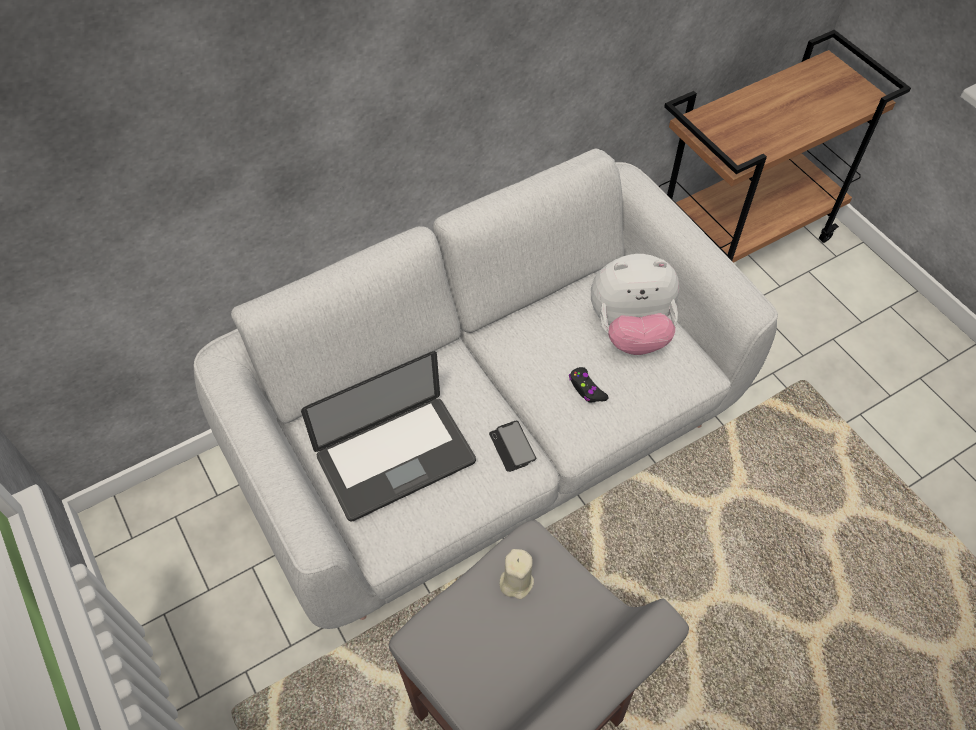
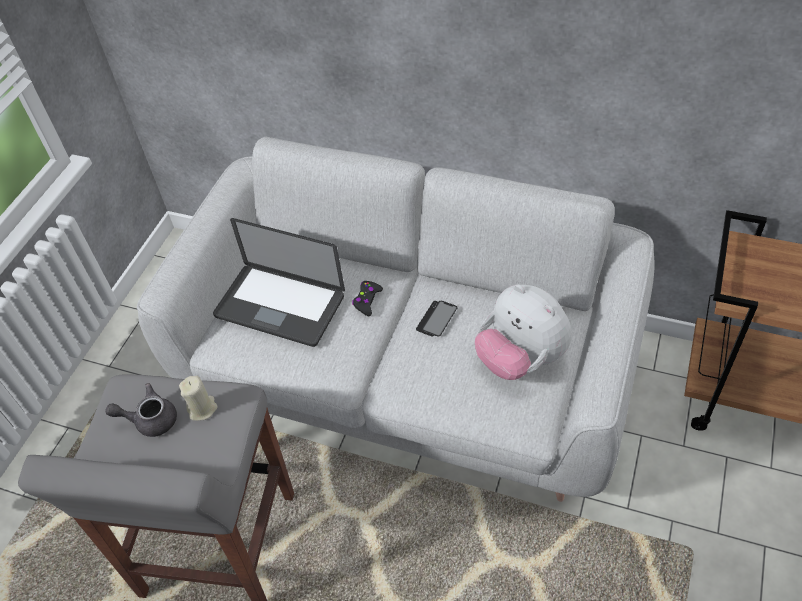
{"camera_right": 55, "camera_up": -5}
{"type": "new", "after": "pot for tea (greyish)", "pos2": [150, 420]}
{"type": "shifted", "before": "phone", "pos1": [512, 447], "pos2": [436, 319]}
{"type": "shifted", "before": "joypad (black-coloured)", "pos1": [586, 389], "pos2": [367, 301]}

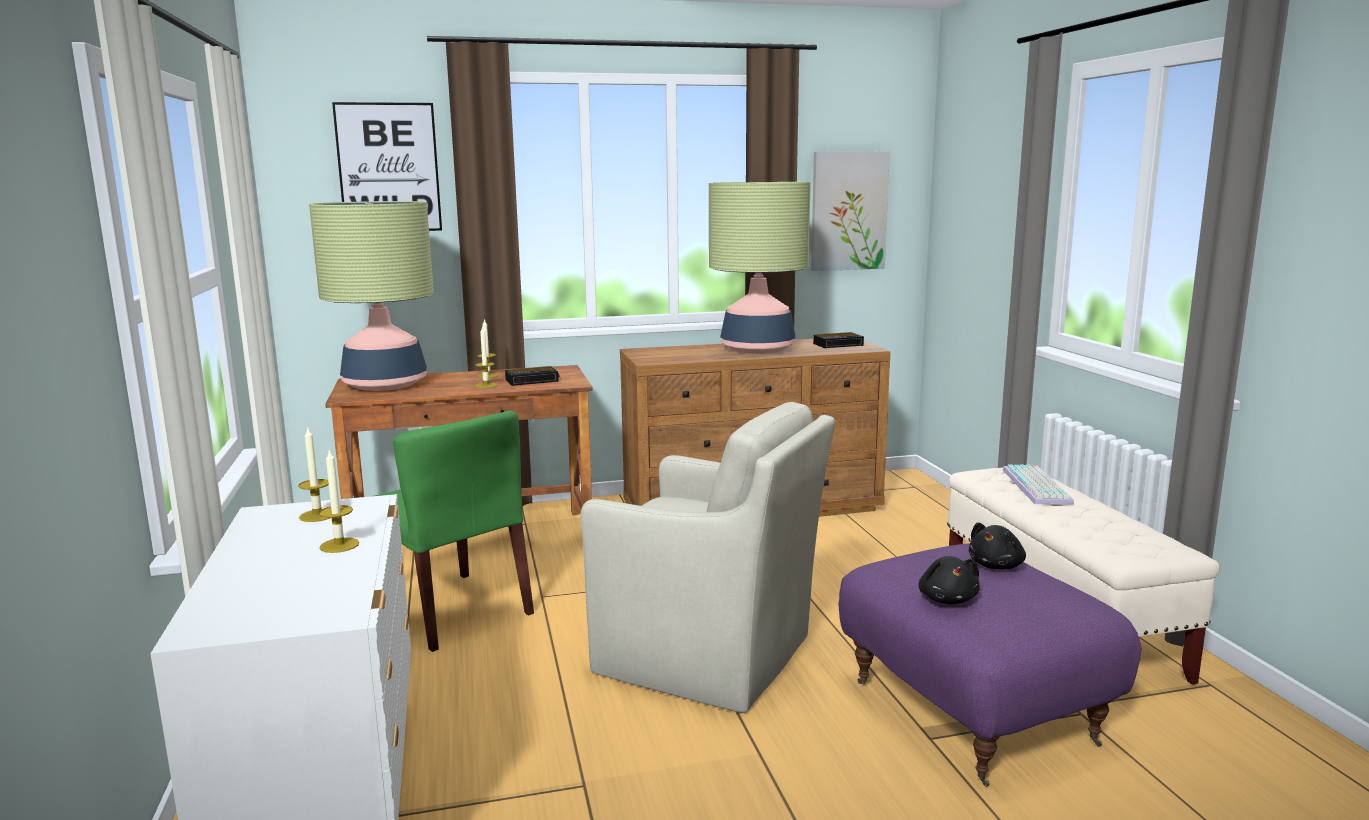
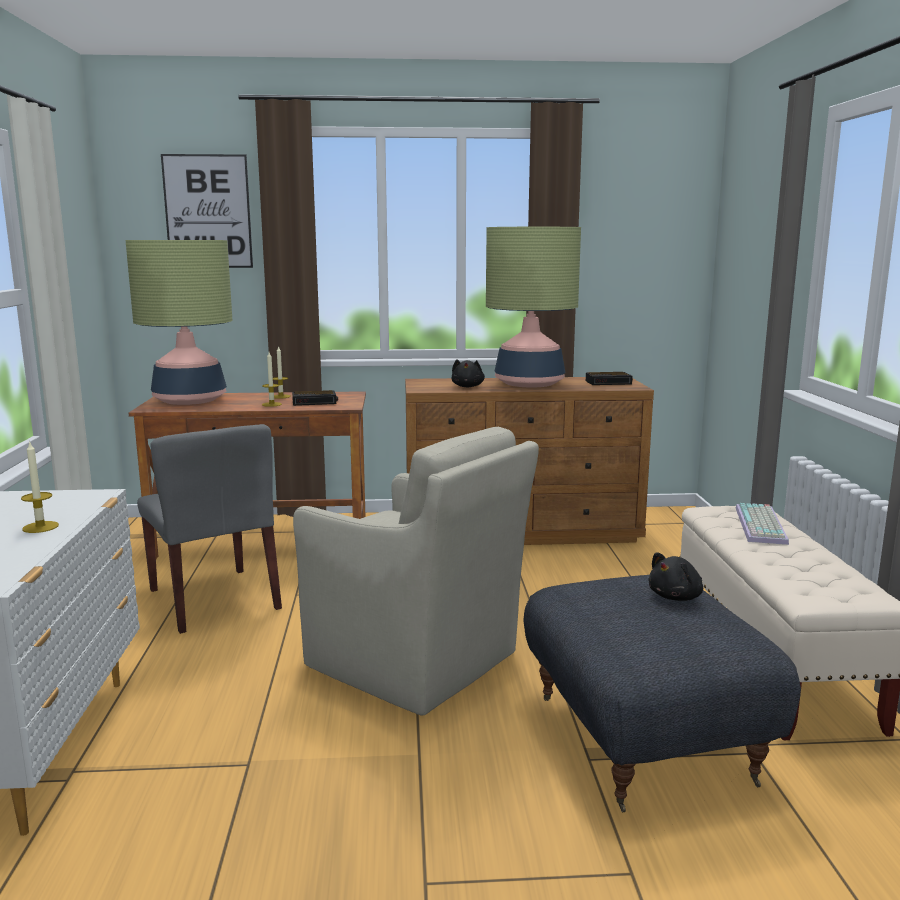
{"camera_right": 10, "camera_up": 0}
{"type": "gone", "before": "candle", "pos1": [317, 515]}
{"type": "gone", "before": "wall picture", "pos1": [848, 211]}
{"type": "shifted", "before": "soft toy (black-coloured)", "pos1": [947, 599], "pos2": [468, 386]}
{"type": "repainted", "before": "chair (green)", "after": "chair (greyish)", "pos1": [452, 610], "pos2": [214, 599]}
{"type": "repainted", "before": "ottoman (purple)", "after": "ottoman (greyish)", "pos1": [975, 711], "pos2": [646, 738]}

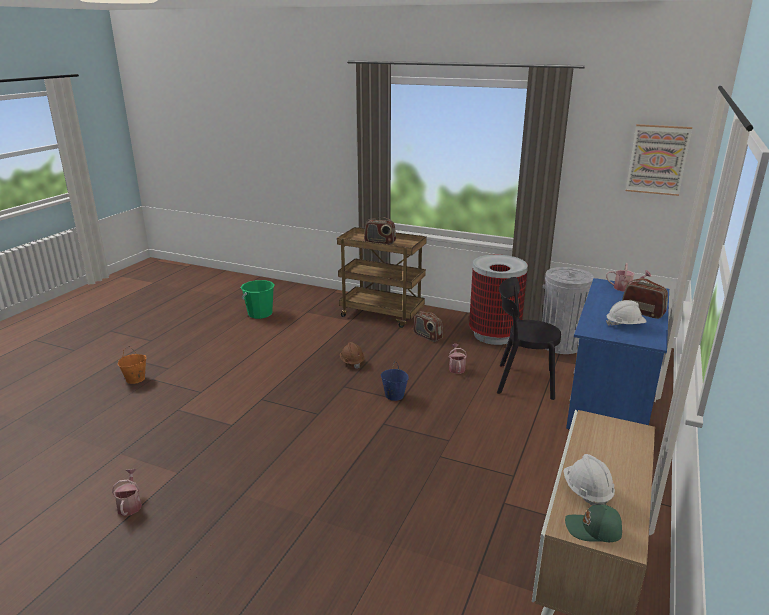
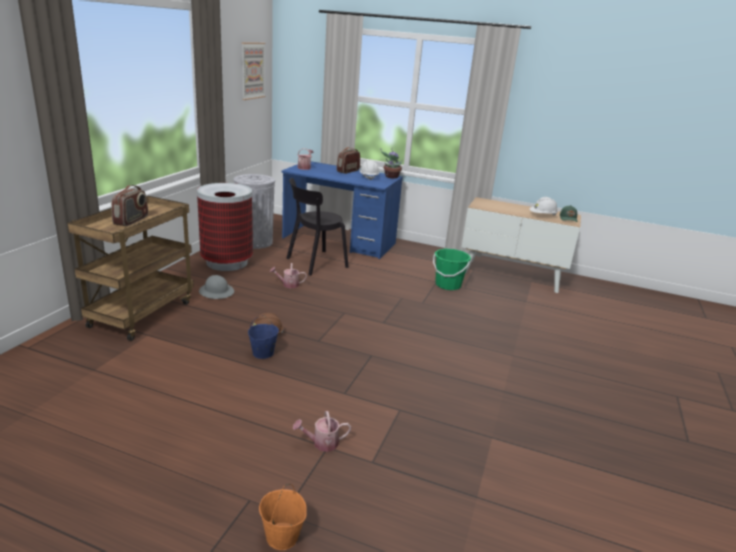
{"camera_right": -95, "camera_up": 0}
{"type": "new", "after": "potted plant", "pos2": [391, 177]}
{"type": "shifted", "before": "watering pot", "pos1": [130, 504], "pos2": [321, 443]}
{"type": "shifted", "before": "bucket (green)", "pos1": [260, 314], "pos2": [448, 285]}
{"type": "shifted", "before": "bucket (blue-coloured)", "pos1": [394, 395], "pos2": [263, 353]}
{"type": "swapped", "before": "radio", "after": "work helmet (greyish)", "pos1": [427, 336], "pos2": [216, 292]}
{"type": "rotated", "before": "chair (black-coloured)", "pos1": [521, 381], "pos2": [314, 263], "turn": 45}

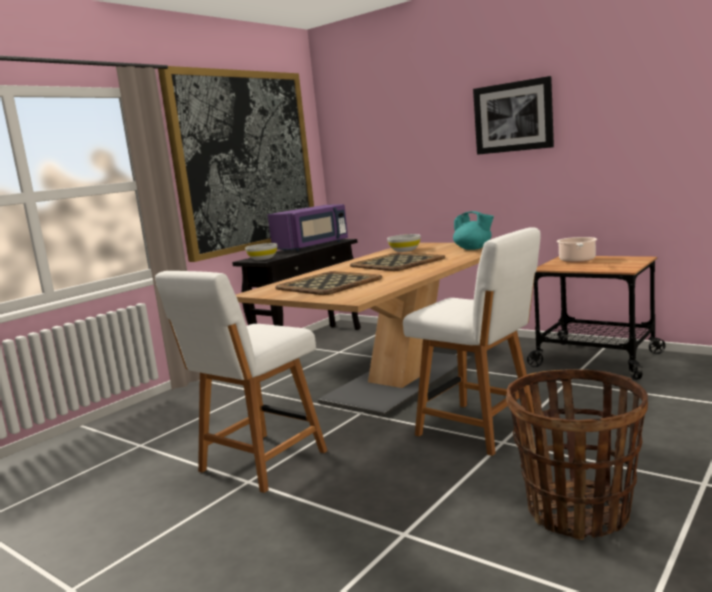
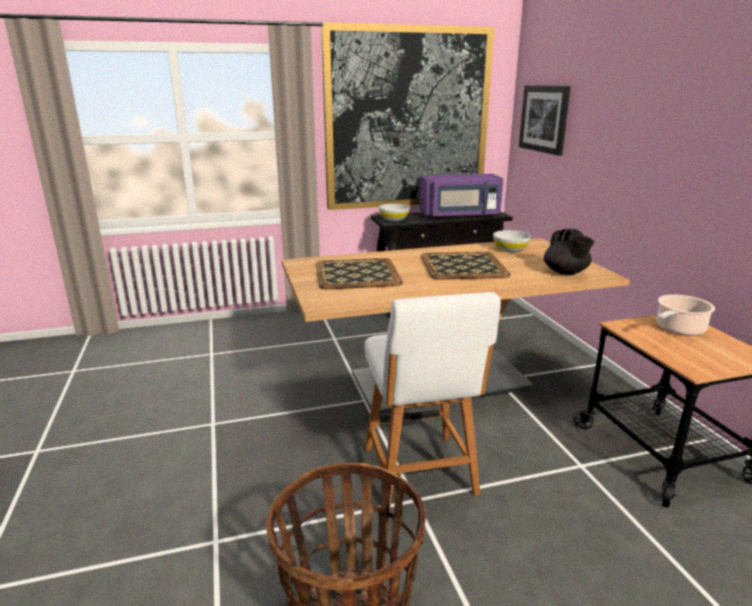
{"camera_right": 35, "camera_up": 10}
{"type": "gone", "before": "chair (white-coloured)", "pos1": [260, 463]}
{"type": "shifted", "before": "wall picture", "pos1": [513, 117], "pos2": [544, 119]}
{"type": "repainted", "before": "pot for tea (blue-green)", "after": "pot for tea (black-coloured)", "pos1": [473, 249], "pos2": [566, 273]}

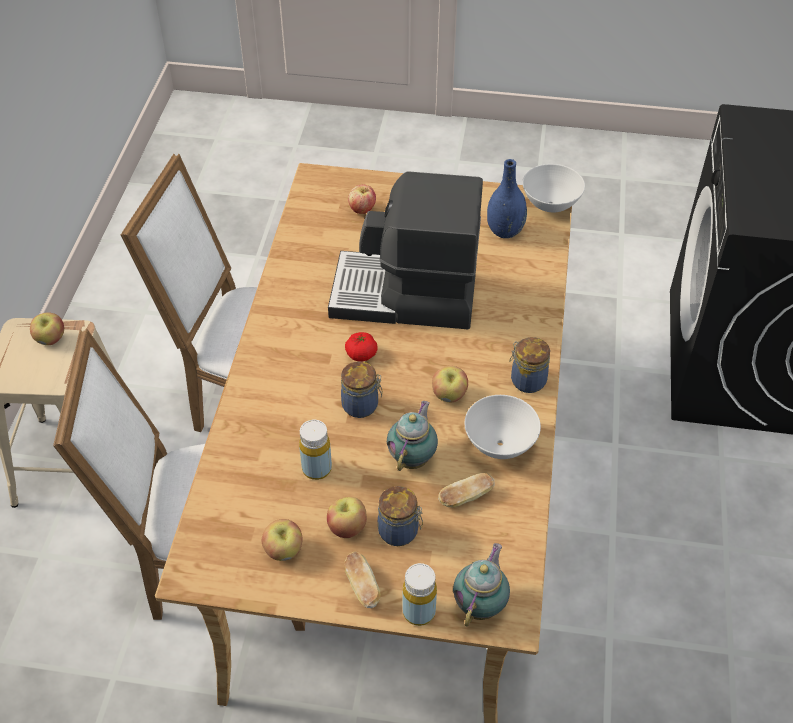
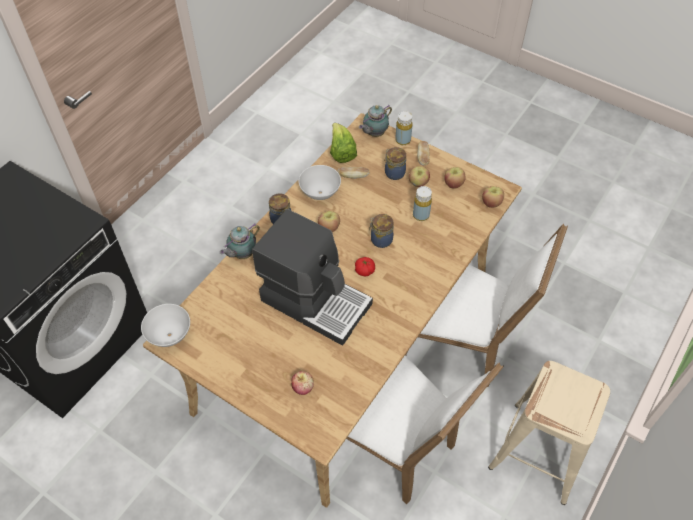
{"camera_right": -155, "camera_up": 5}
{"type": "gone", "before": "flower vase (blue-coloured)", "pos1": [505, 231]}
{"type": "new", "after": "lettuce head", "pos2": [341, 152]}
{"type": "shifted", "before": "apple", "pos1": [51, 339], "pos2": [491, 203]}
{"type": "shifted", "before": "pot for tea", "pos1": [413, 457], "pos2": [242, 254]}

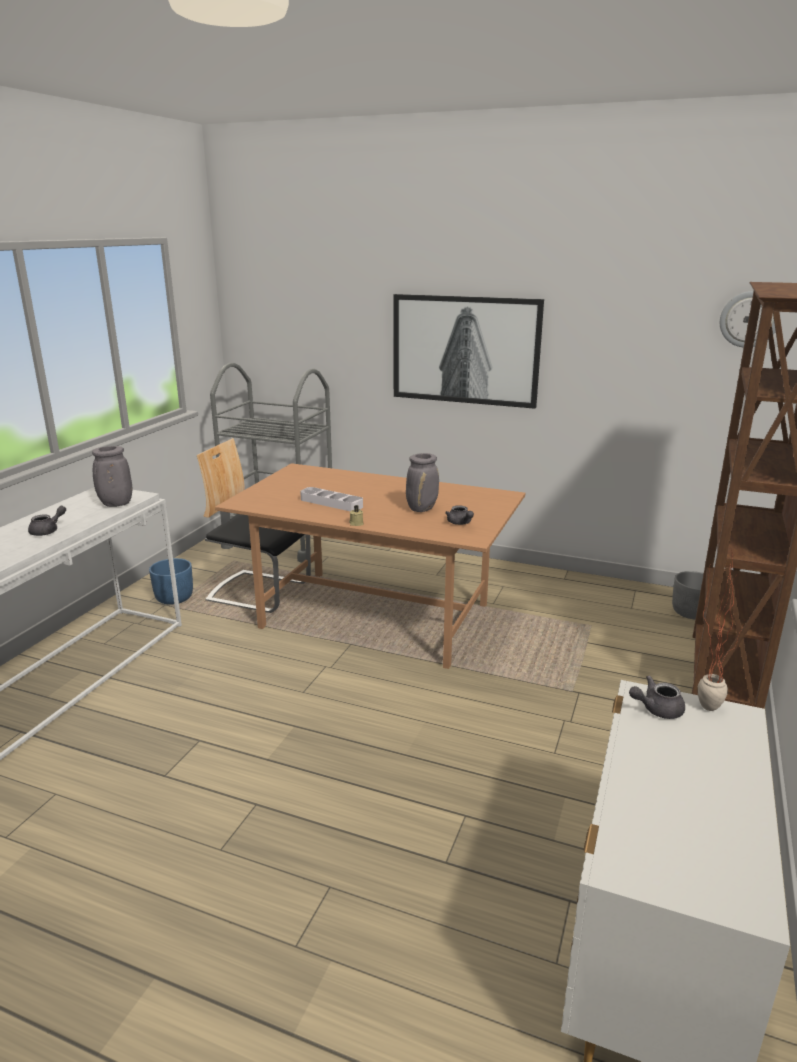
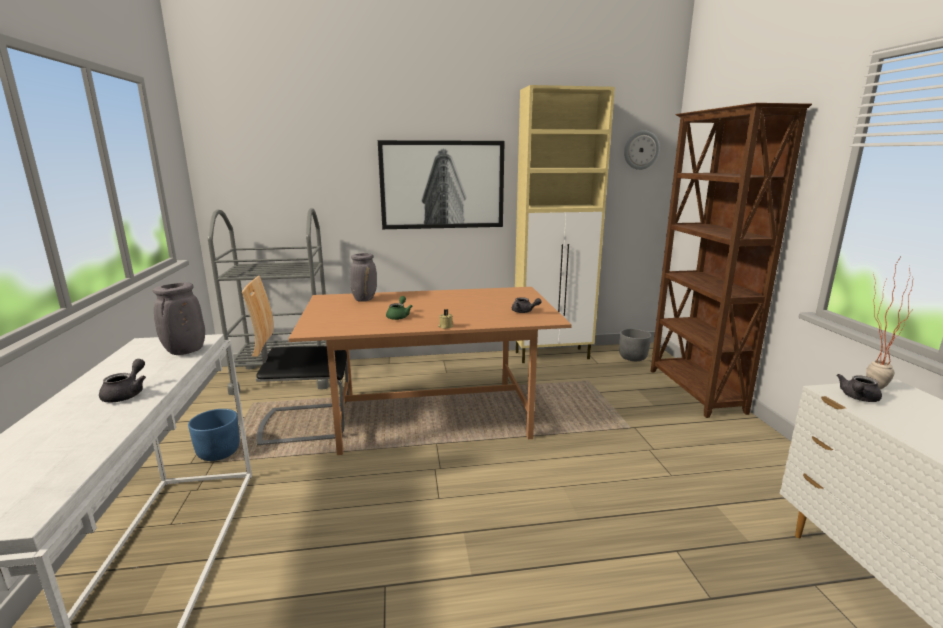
{"camera_right": -30, "camera_up": -5}
{"type": "new", "after": "cupboard (beige-coloured)", "pos2": [553, 355]}
{"type": "shifted", "before": "flower vase (greyish)", "pos1": [422, 509], "pos2": [364, 299]}
{"type": "swapped", "before": "tray (white-coloured)", "after": "pot for tea (green)", "pos1": [331, 503], "pos2": [399, 316]}

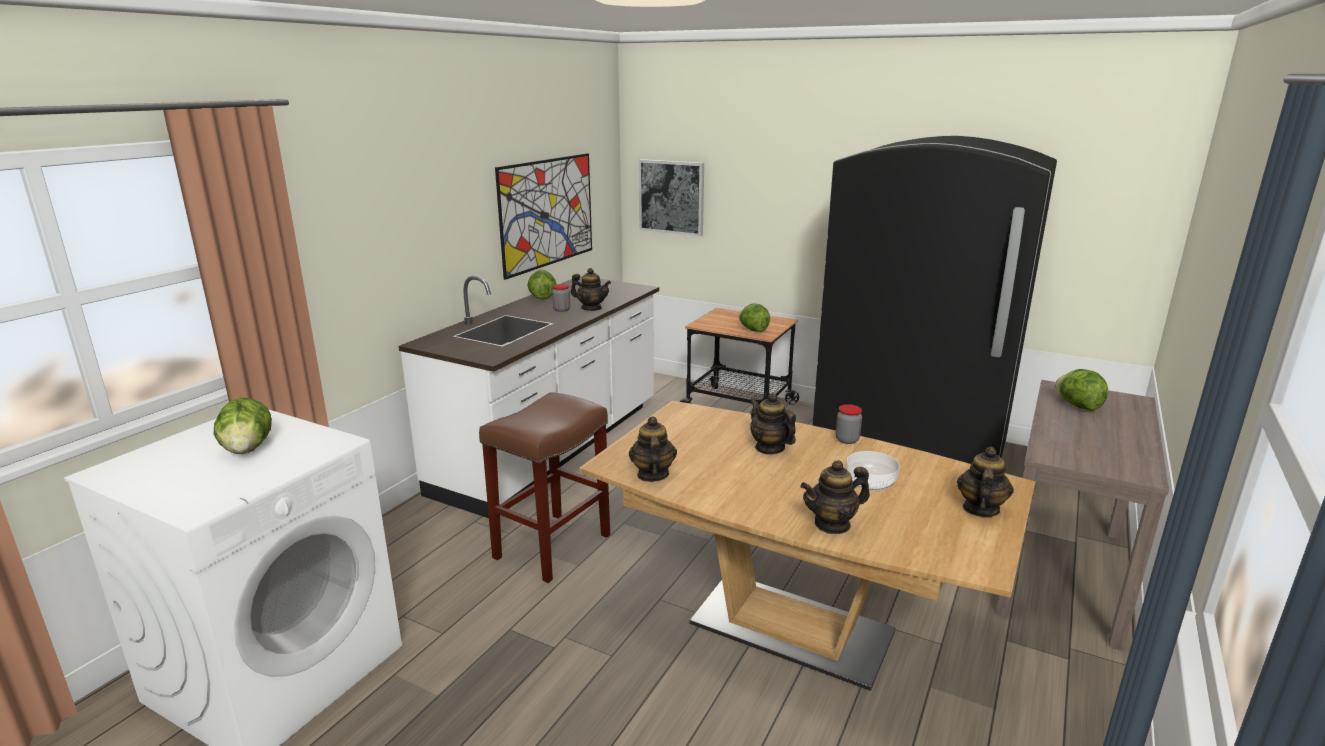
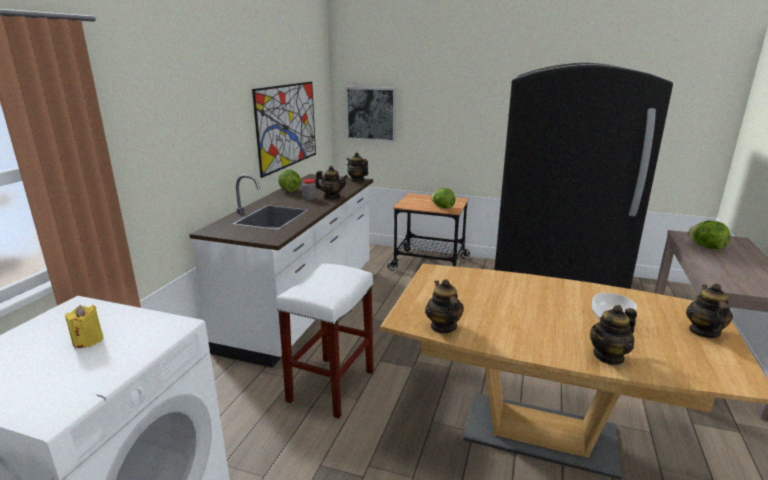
{"camera_right": -10, "camera_up": 0}
{"type": "gone", "before": "storage jar", "pos1": [847, 440]}
{"type": "shifted", "before": "pot for tea", "pos1": [769, 448], "pos2": [357, 180]}
{"type": "swapped", "before": "lettuce head", "after": "candle (yellow-coloured)", "pos1": [248, 449], "pos2": [88, 340]}
{"type": "repainted", "before": "stool seat (brown-coloured)", "after": "stool seat (white-coloured)", "pos1": [553, 545], "pos2": [331, 385]}

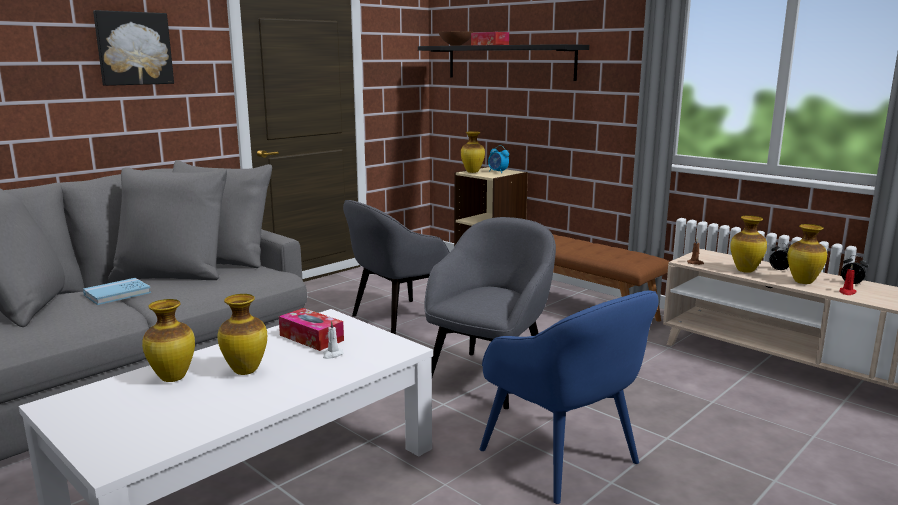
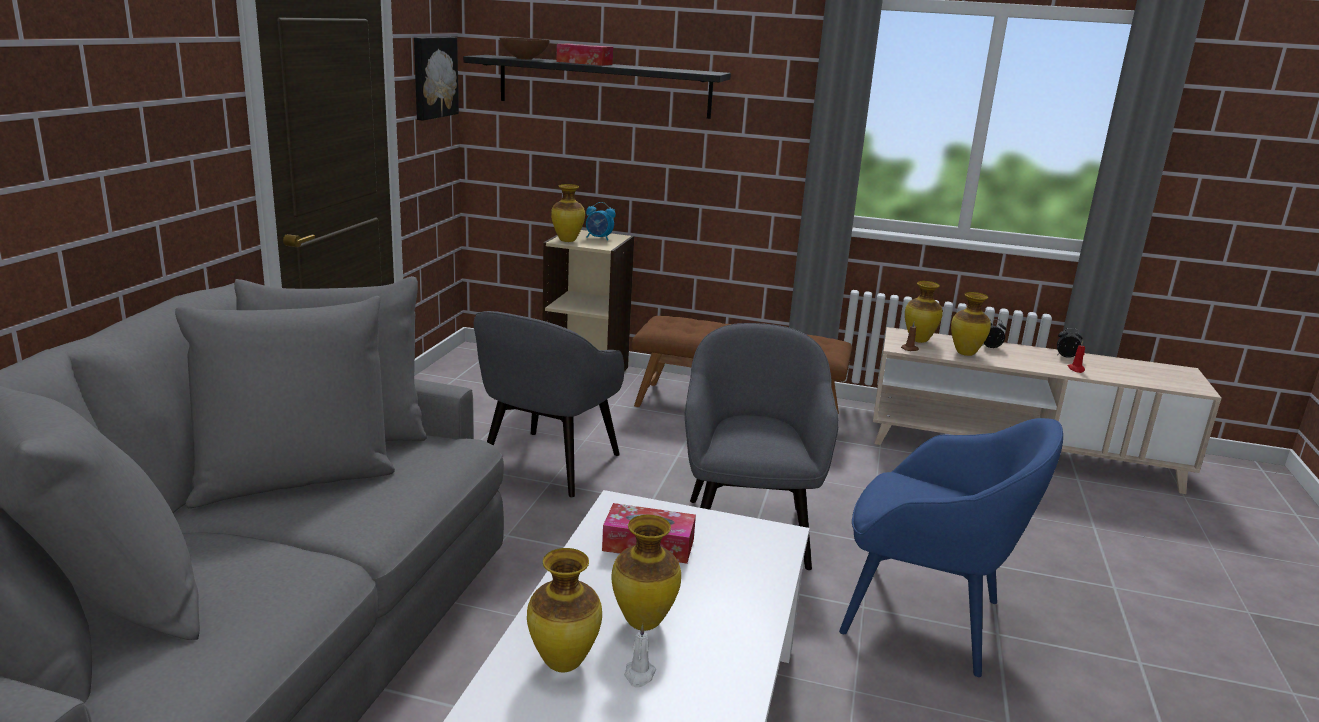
{"camera_right": -30, "camera_up": 5}
{"type": "gone", "before": "bound book (blue-coloured)", "pos1": [117, 294]}
{"type": "shifted", "before": "wall picture", "pos1": [133, 48], "pos2": [433, 77]}
{"type": "shifted", "before": "candle (white-coloured)", "pos1": [332, 355], "pos2": [639, 675]}
{"type": "shifted", "before": "flower vase", "pos1": [802, 282], "pos2": [918, 340]}

